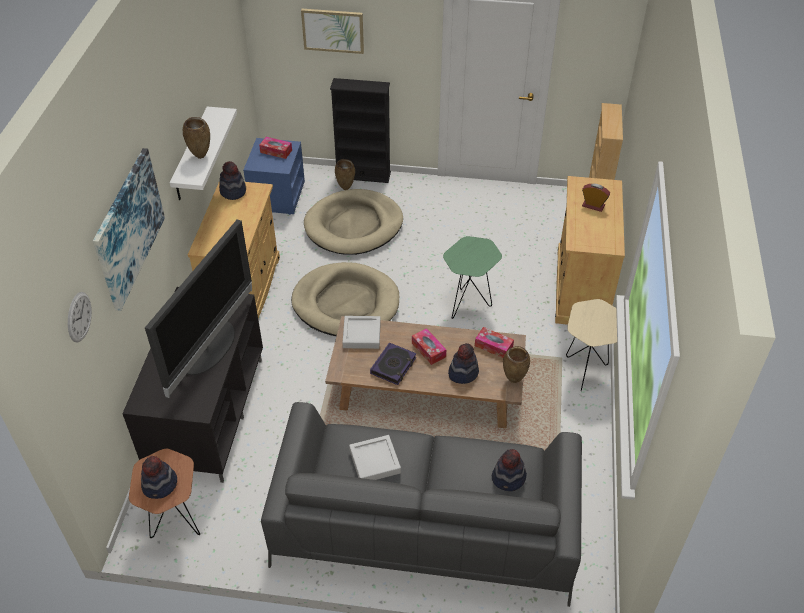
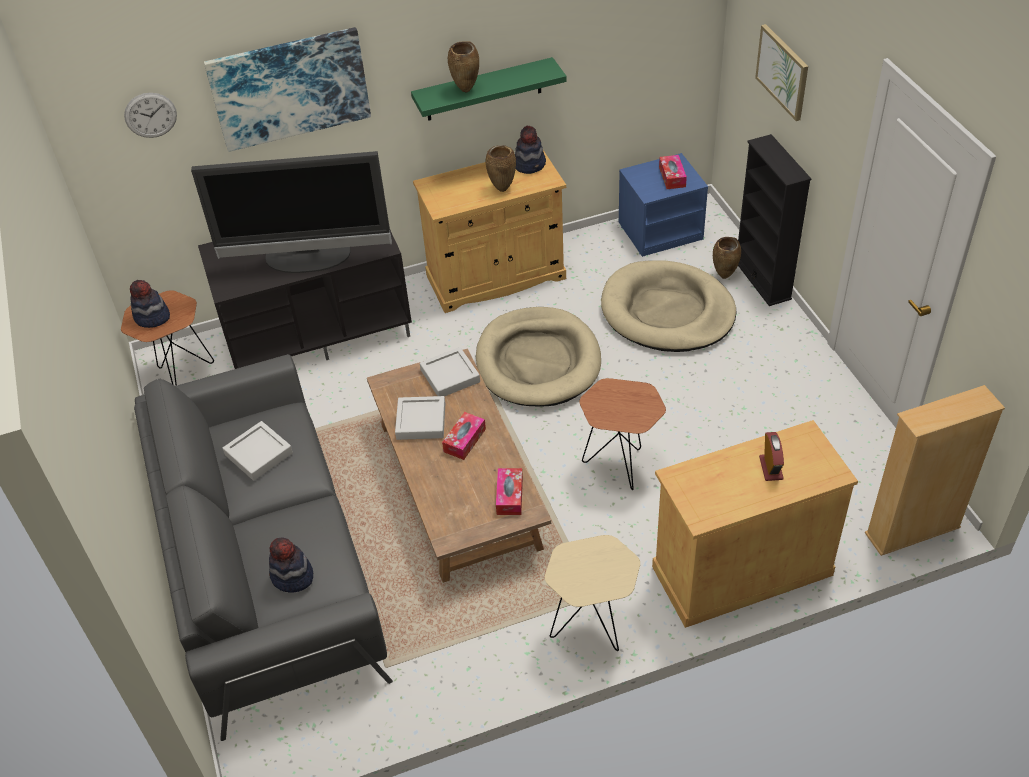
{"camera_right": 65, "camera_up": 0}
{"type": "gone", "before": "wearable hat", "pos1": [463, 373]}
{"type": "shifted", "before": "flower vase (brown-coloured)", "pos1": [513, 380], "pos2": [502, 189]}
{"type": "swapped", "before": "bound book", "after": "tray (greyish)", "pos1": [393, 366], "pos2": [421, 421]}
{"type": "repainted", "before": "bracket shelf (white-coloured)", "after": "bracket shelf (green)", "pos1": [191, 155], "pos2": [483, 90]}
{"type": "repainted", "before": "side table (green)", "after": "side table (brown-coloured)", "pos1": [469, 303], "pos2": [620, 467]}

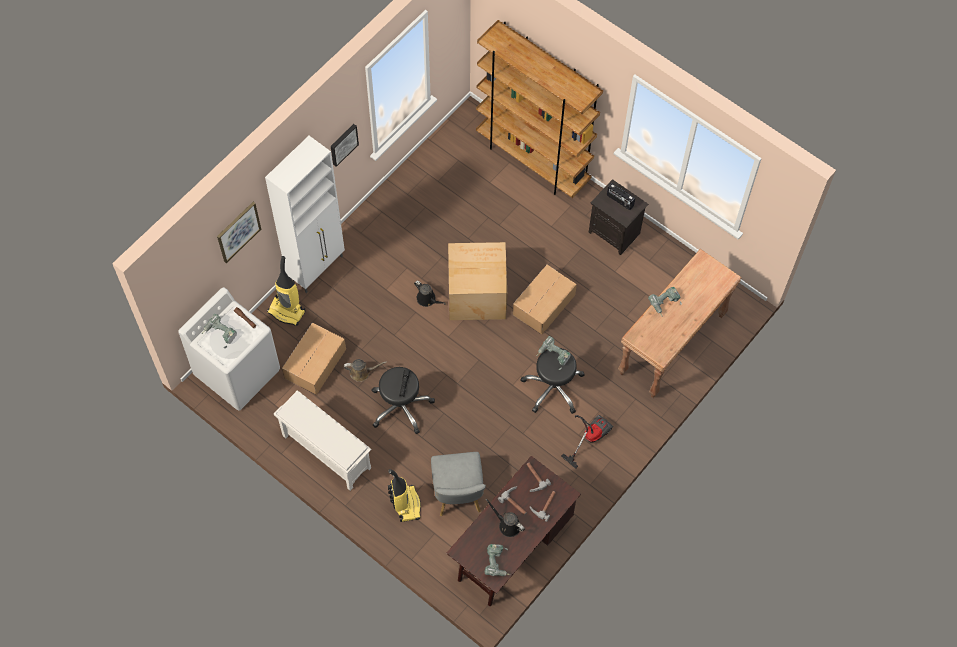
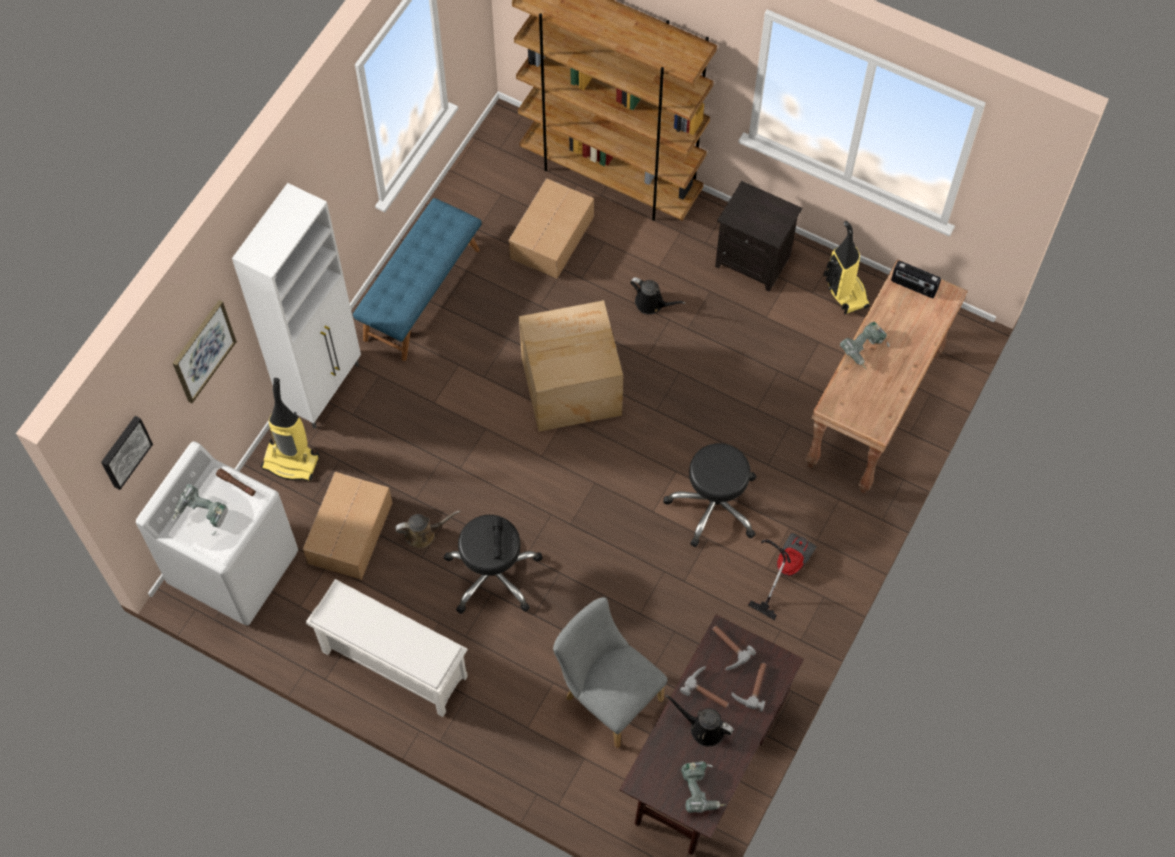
{"camera_right": -10, "camera_up": 0}
{"type": "gone", "before": "electric drill", "pos1": [553, 356]}
{"type": "new", "after": "indoor bench (blue-coloured)", "pos2": [421, 293]}
{"type": "shifted", "before": "wall picture", "pos1": [343, 144], "pos2": [124, 451]}
{"type": "shifted", "before": "vacuum cleaner", "pos1": [406, 504], "pos2": [844, 291]}
{"type": "shifted", "before": "watering pot (black-coloured)", "pos1": [427, 299], "pos2": [652, 303]}
{"type": "shifted", "before": "packing box", "pos1": [544, 304], "pos2": [553, 236]}
{"type": "shifted", "before": "radio", "pos1": [619, 201], "pos2": [913, 287]}
{"type": "rotated", "before": "chair (greyish)", "pos1": [458, 496], "pos2": [608, 695], "turn": 150}

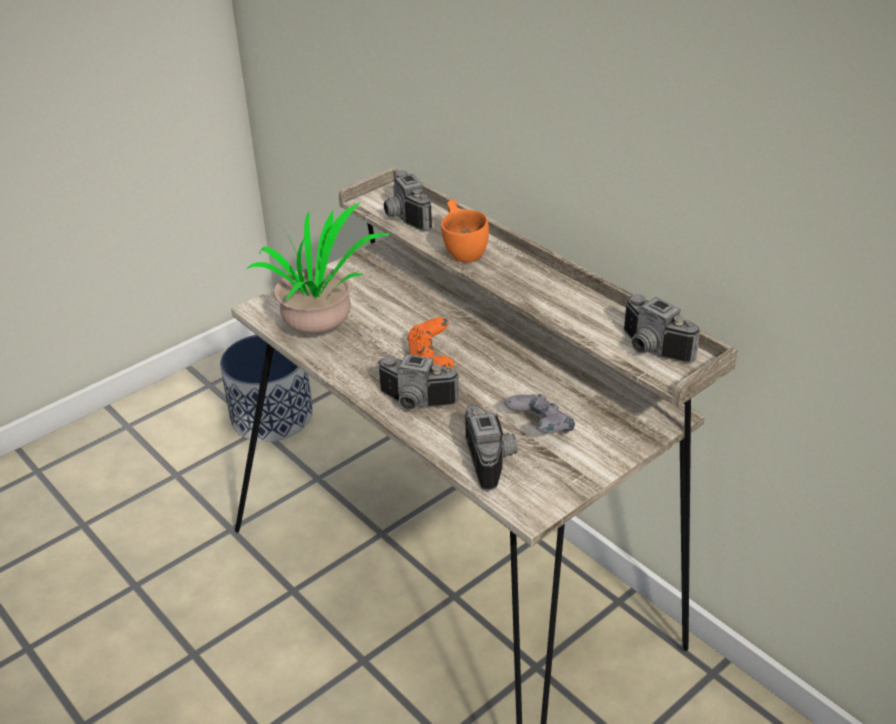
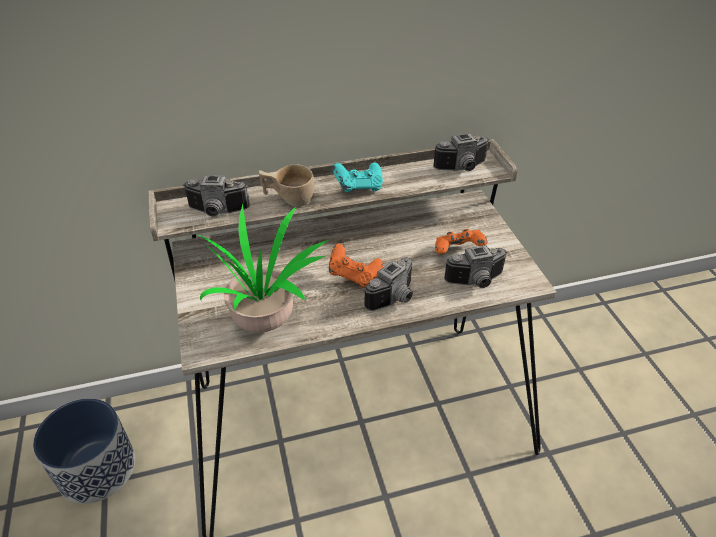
{"camera_right": -65, "camera_up": 5}
{"type": "new", "after": "joypad (blue-green)", "pos2": [359, 187]}
{"type": "repainted", "before": "cup (orange)", "after": "cup (beige-coloured)", "pos1": [463, 248], "pos2": [288, 198]}
{"type": "repainted", "before": "joypad (greyish)", "after": "joypad (orange)", "pos1": [540, 429], "pos2": [458, 252]}
{"type": "rotated", "before": "still camera", "pos1": [494, 460], "pos2": [477, 282], "turn": 150}

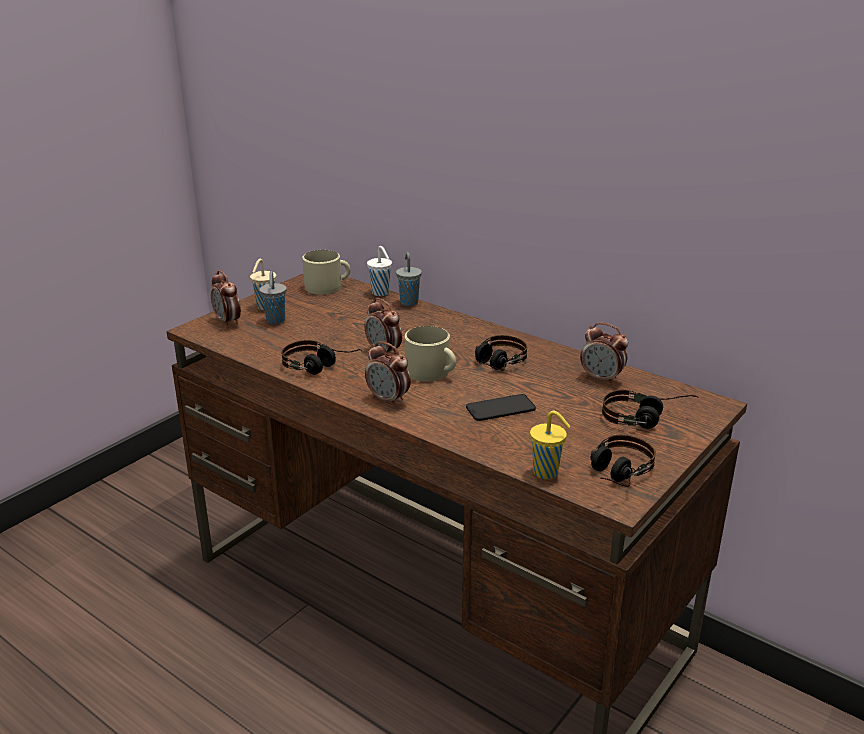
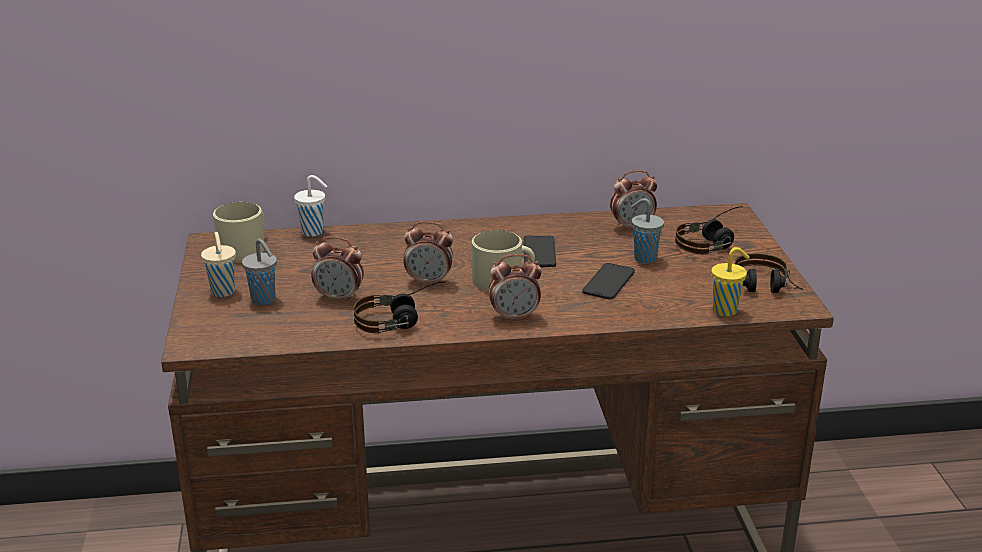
{"camera_right": -45, "camera_up": 0}
{"type": "shifted", "before": "bedside clock", "pos1": [228, 322], "pos2": [339, 298]}
{"type": "shifted", "before": "cup (greyish)", "pos1": [409, 302], "pos2": [643, 258]}
{"type": "swapped", "before": "pair of headphones", "after": "phone", "pos1": [494, 366], "pos2": [539, 252]}

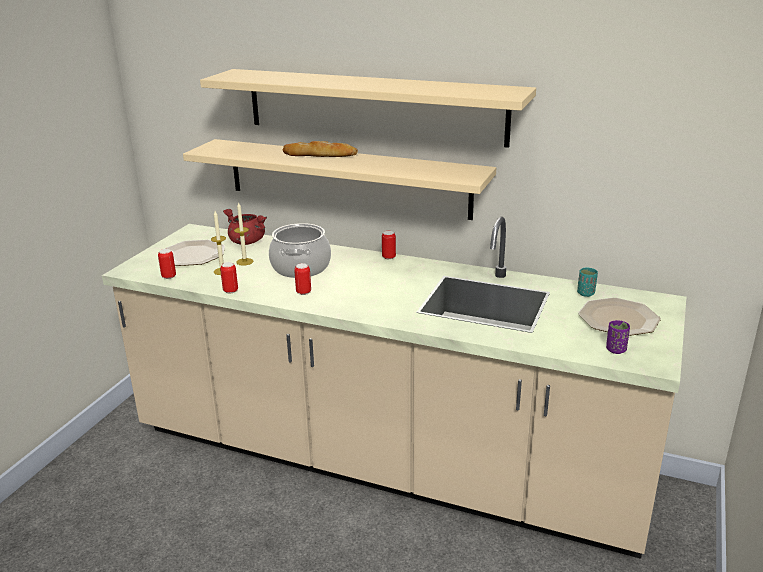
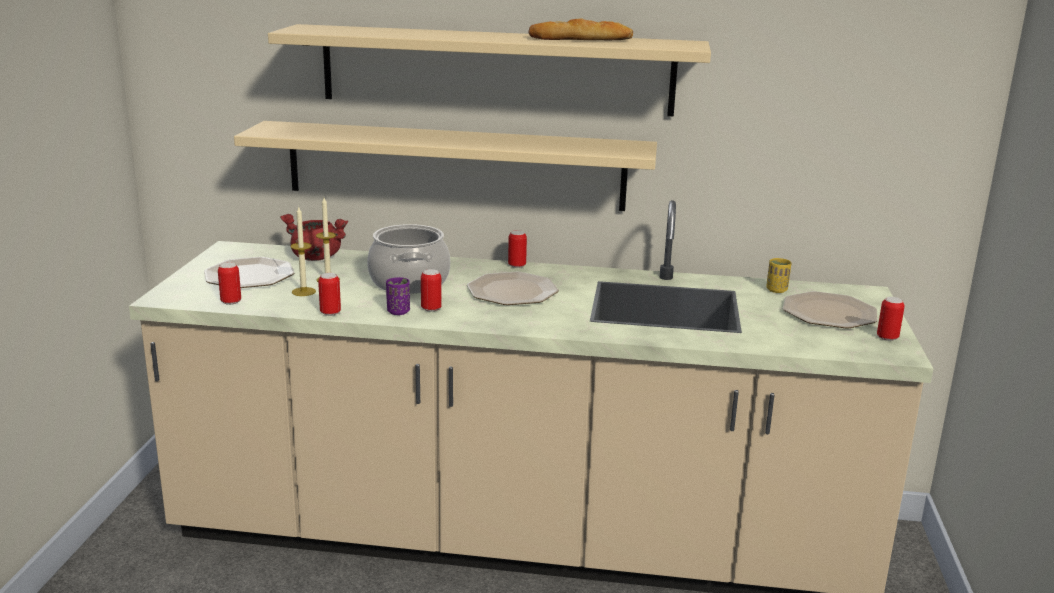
{"camera_right": -15, "camera_up": -5}
{"type": "new", "after": "flat dish", "pos2": [512, 291]}
{"type": "new", "after": "metal can", "pos2": [887, 338]}
{"type": "shifted", "before": "bakery bread", "pos1": [320, 155], "pos2": [581, 39]}
{"type": "shifted", "before": "cup (purple)", "pos1": [616, 350], "pos2": [398, 312]}
{"type": "repainted", "before": "cup (blue-green)", "after": "cup (yellow-coloured)", "pos1": [585, 293], "pos2": [776, 290]}

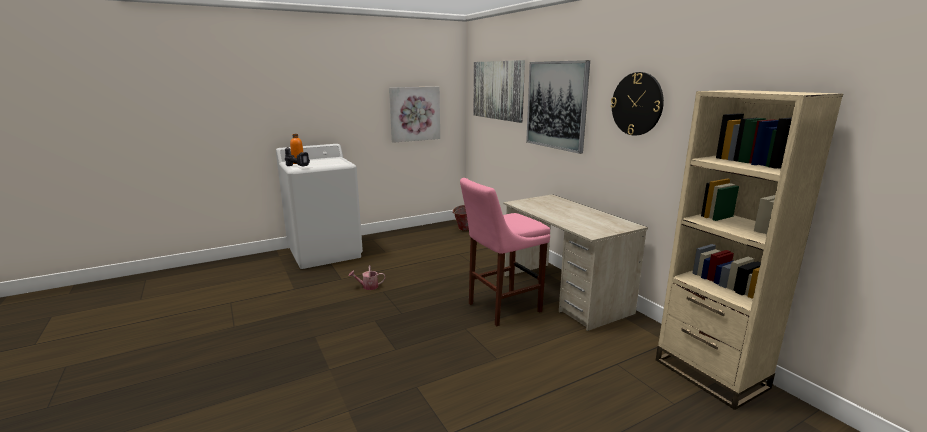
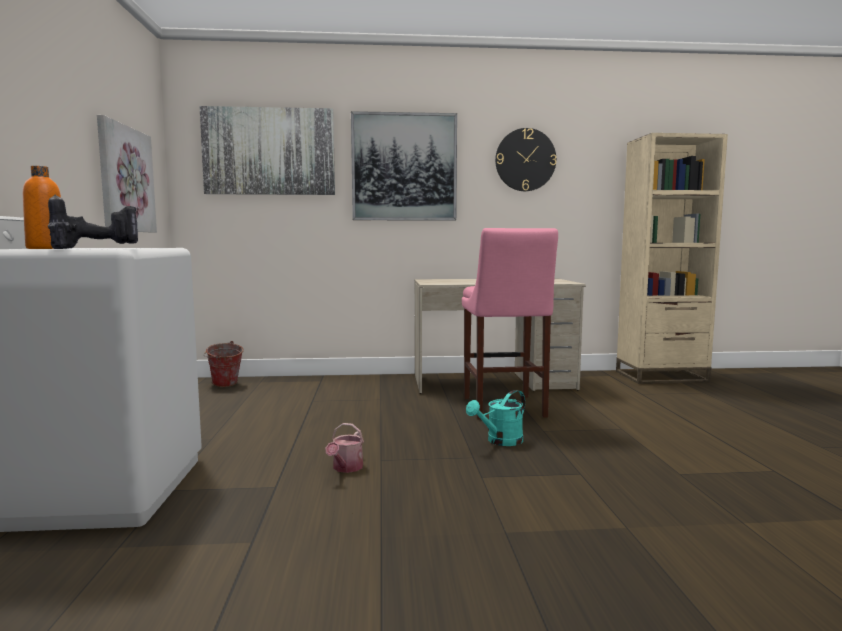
{"camera_right": -65, "camera_up": -10}
{"type": "new", "after": "watering pot (blue-green)", "pos2": [500, 441]}

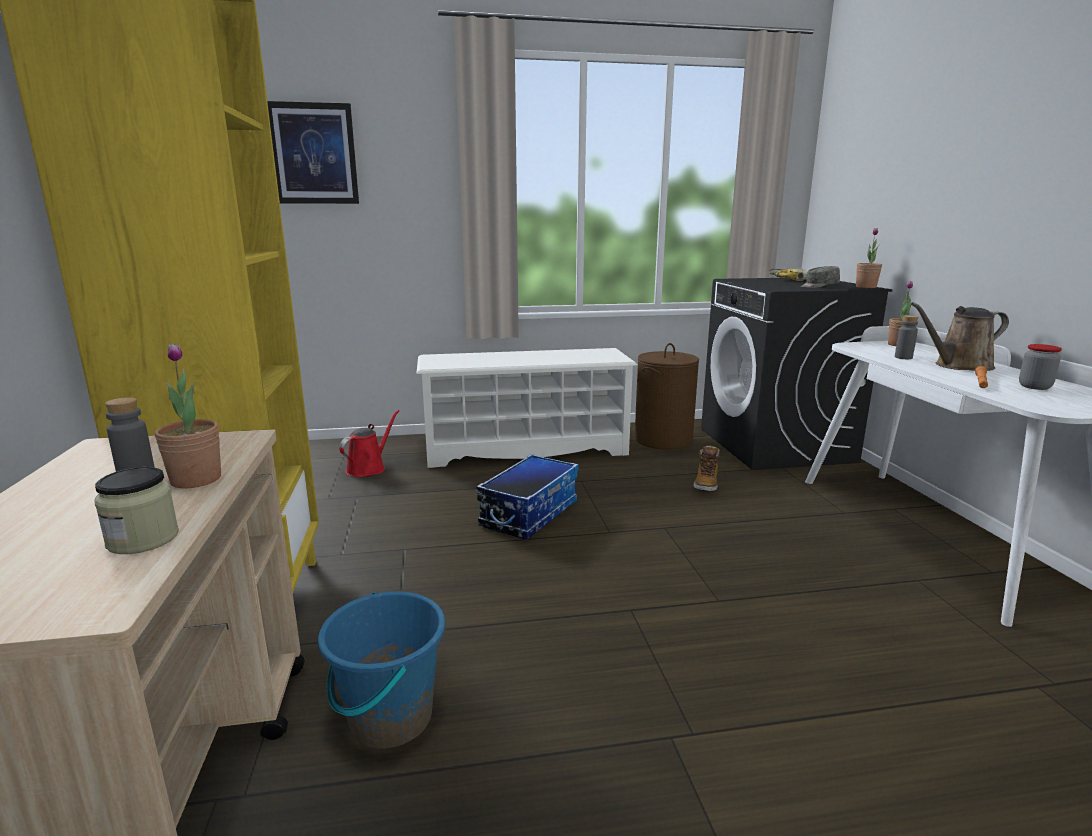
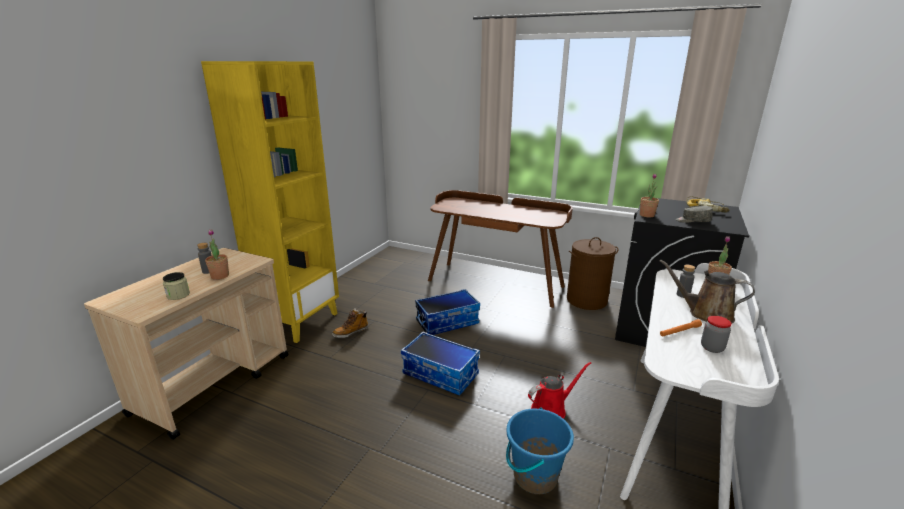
{"camera_right": 35, "camera_up": 5}
{"type": "gone", "before": "wall picture", "pos1": [314, 154]}
{"type": "new", "after": "storage bin", "pos2": [441, 374]}
{"type": "shifted", "before": "bucket (blue-coloured)", "pos1": [390, 718], "pos2": [534, 476]}
{"type": "shifted", "before": "watering pot (red-coloured)", "pos1": [368, 468], "pos2": [551, 409]}
{"type": "shifted", "before": "boot", "pos1": [706, 484], "pos2": [351, 332]}
{"type": "shifted", "before": "potted plant", "pos1": [866, 287], "pos2": [647, 215]}
{"type": "swapped", "before": "shoe rack (white-coloured)", "after": "desk unit (brown-coloured)", "pos1": [526, 449], "pos2": [495, 283]}

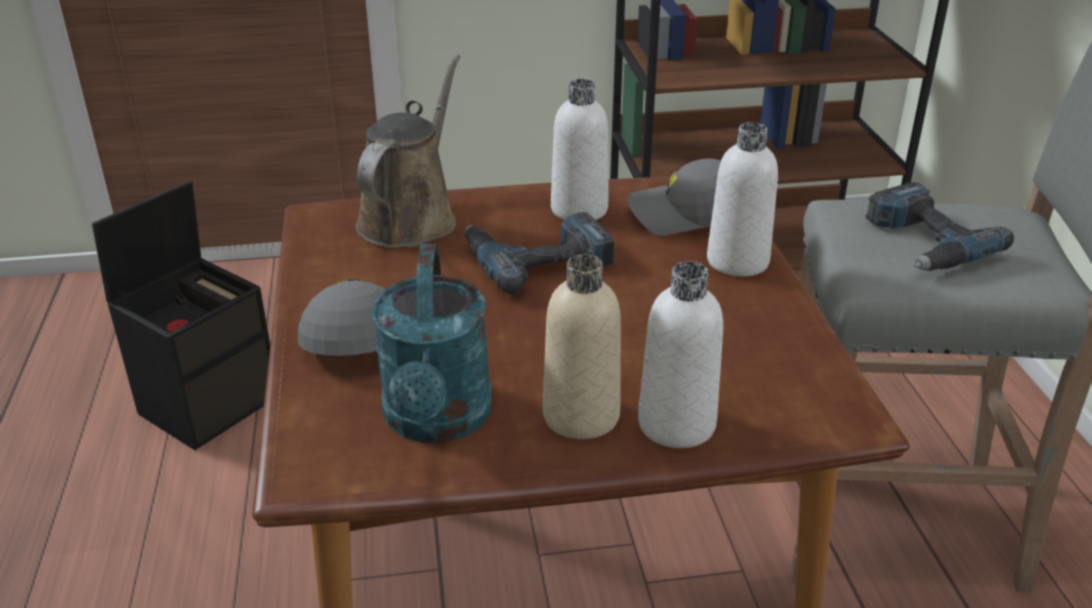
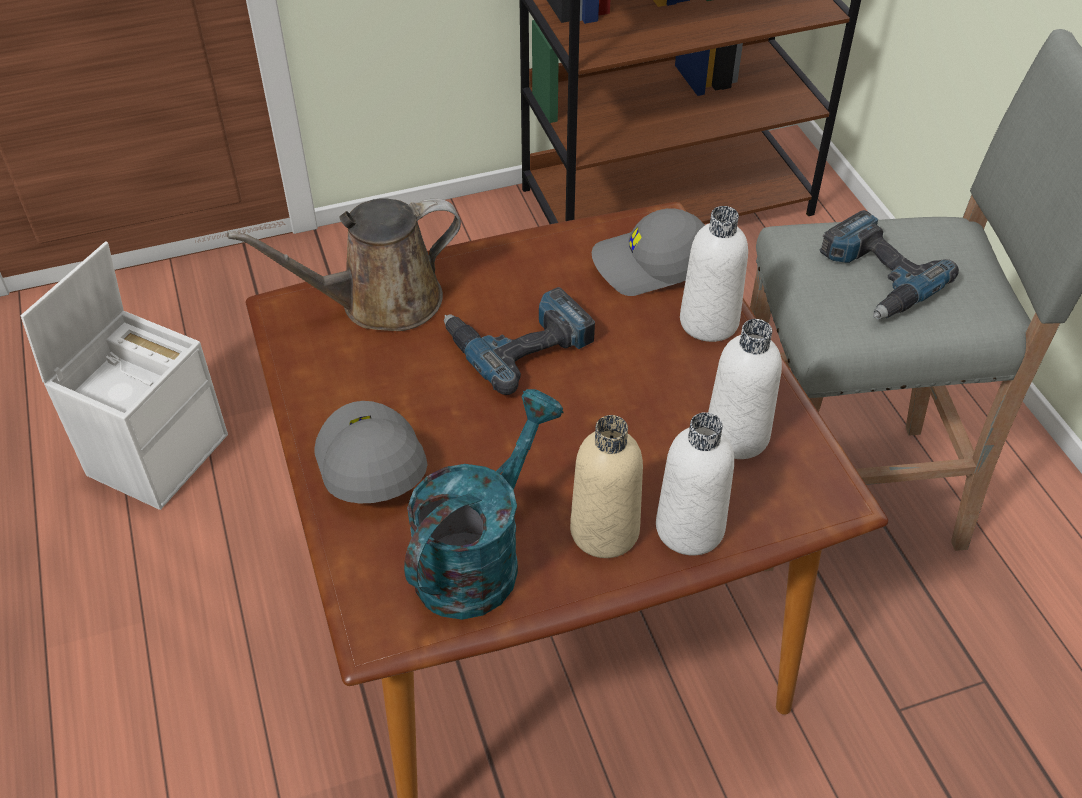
{"camera_right": -10, "camera_up": 15}
{"type": "shifted", "before": "bottle (white-coloured)", "pos1": [579, 209], "pos2": [736, 435]}
{"type": "repainted", "before": "storage bin (black-coloured)", "after": "storage bin (white-coloured)", "pos1": [210, 403], "pos2": [158, 452]}
{"type": "rotated", "before": "watering pot (brown-coloured)", "pos1": [411, 218], "pos2": [380, 302], "turn": -120}
{"type": "rotated", "before": "watering pot (blue-green)", "pos1": [437, 421], "pos2": [478, 556], "turn": -135}

